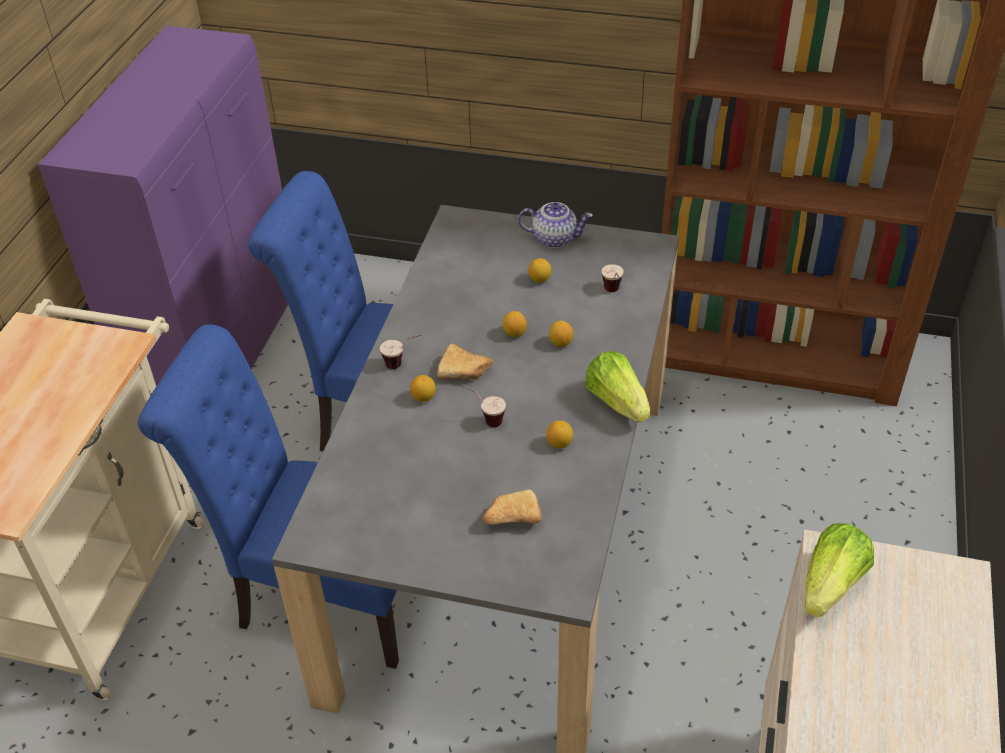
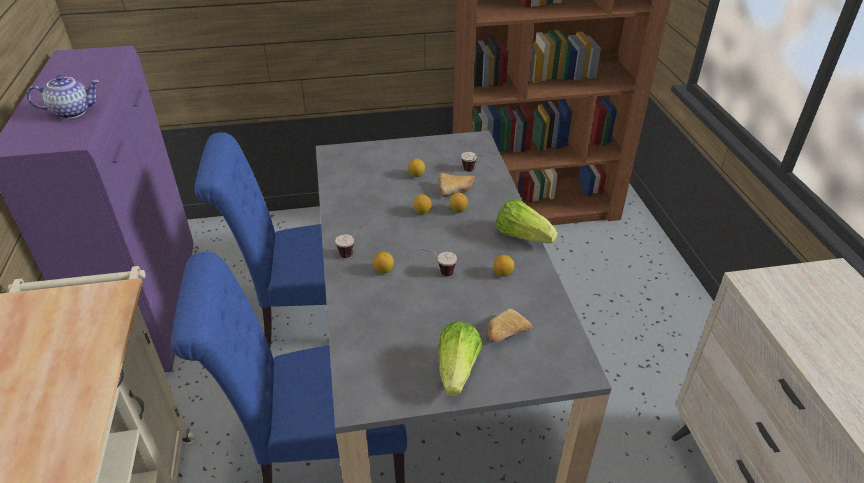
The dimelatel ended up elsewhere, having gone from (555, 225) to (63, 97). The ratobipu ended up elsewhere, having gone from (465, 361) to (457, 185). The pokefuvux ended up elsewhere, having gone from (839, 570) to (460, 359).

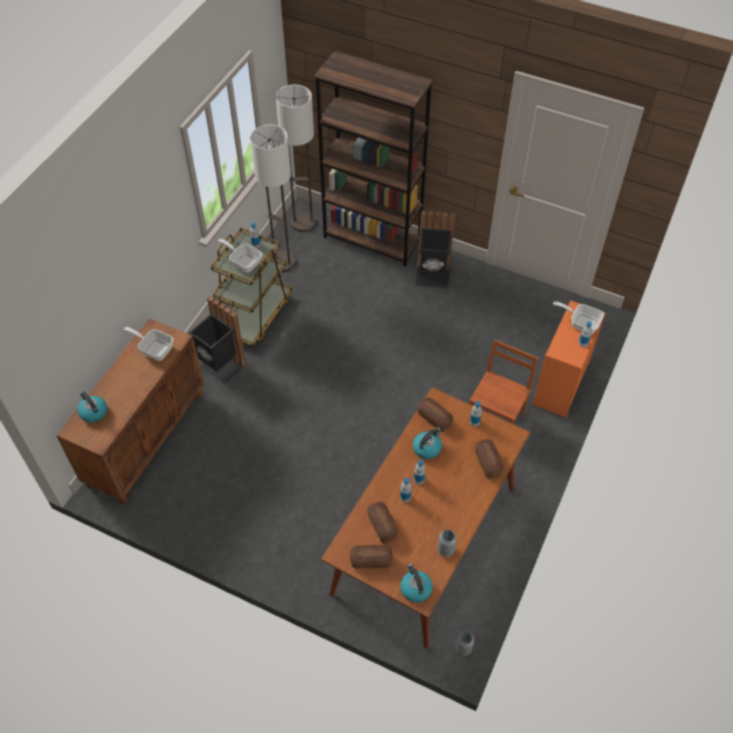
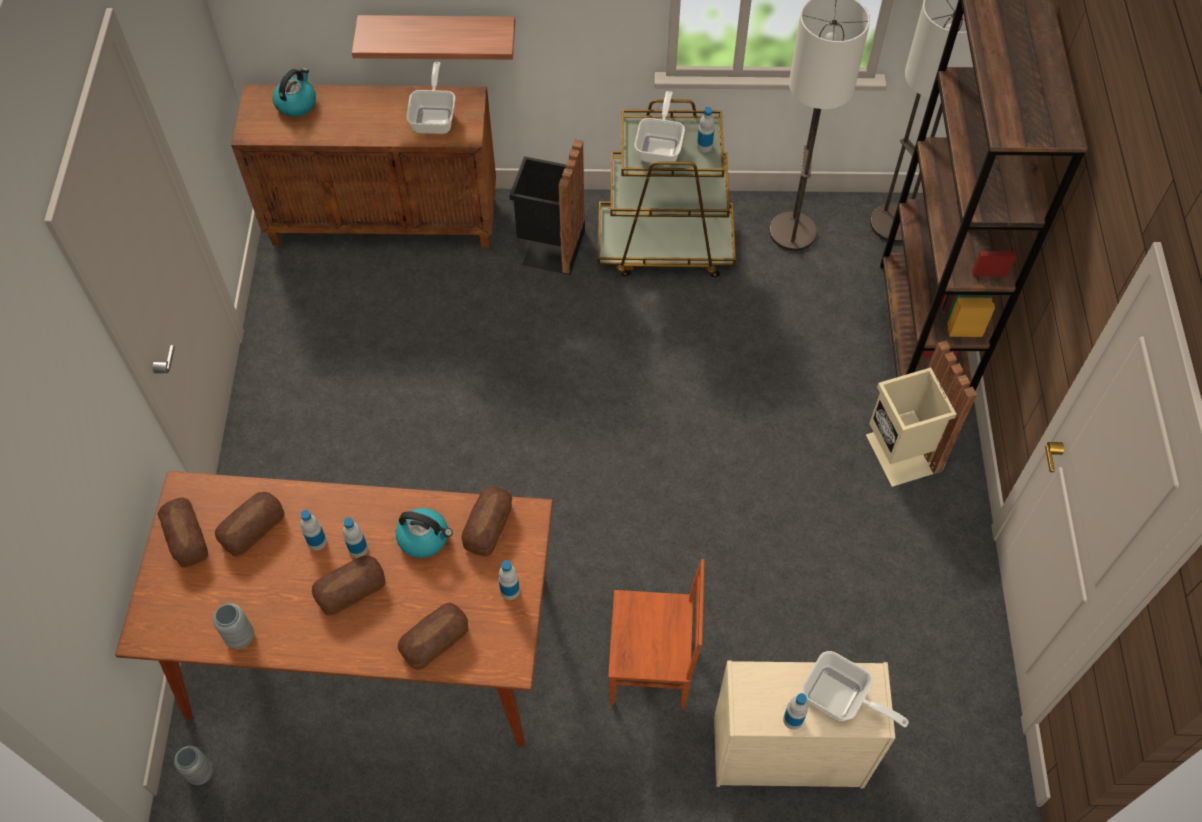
What was the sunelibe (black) at (435, 249) turned into the sunelibe (beige) at (921, 413). What was the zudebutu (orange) at (569, 358) turned into the zudebutu (beige) at (804, 724). The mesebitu at (578, 317) ended up facing another way, 120 degrees clockwise from before. The second view lost the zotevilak at (416, 582). The second view gained the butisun at (433, 37). The second view gained the ratobipu at (348, 586).

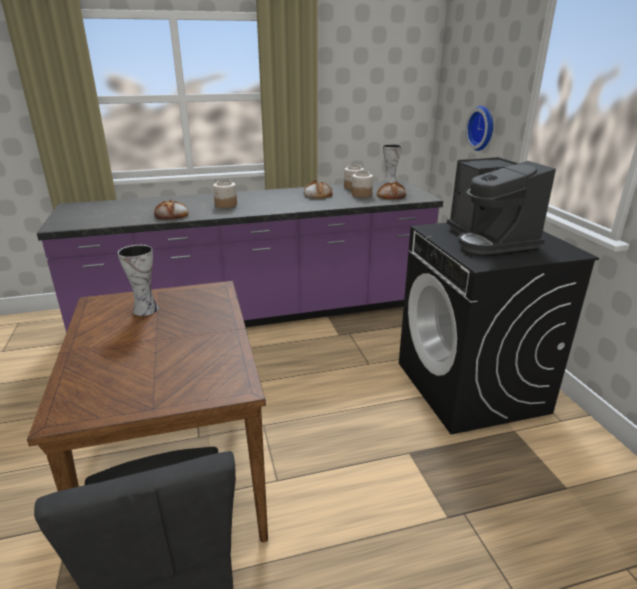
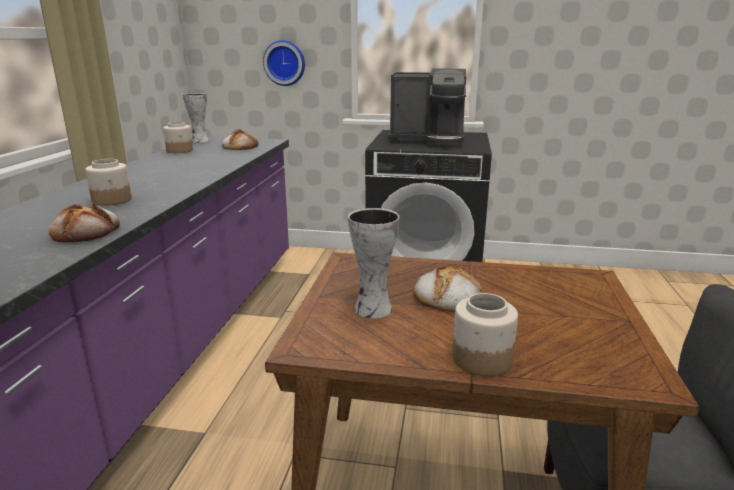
The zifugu ended up elsewhere, having gone from (362, 184) to (485, 334). The ratobipu ended up elsewhere, having gone from (318, 189) to (448, 289).

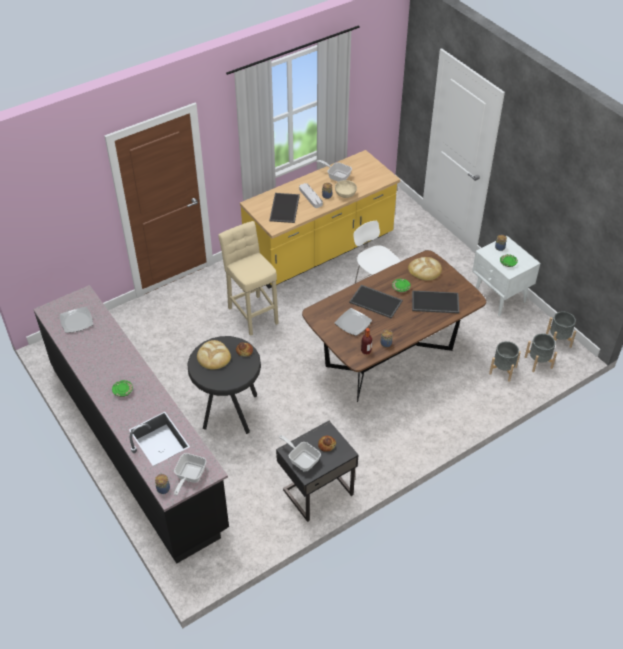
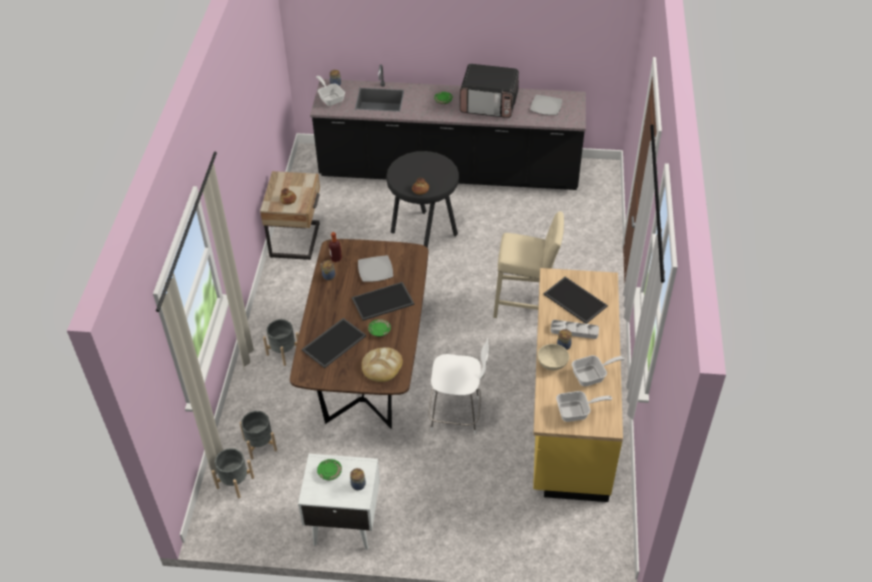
The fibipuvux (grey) ended up elsewhere, having gone from (561, 329) to (281, 342). The second view lost the ratobipu at (214, 355). What was the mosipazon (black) at (317, 471) turned into the mosipazon (beige) at (290, 215). The mesebitu ended up elsewhere, having gone from (300, 453) to (584, 406). The second view gained the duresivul at (489, 91).

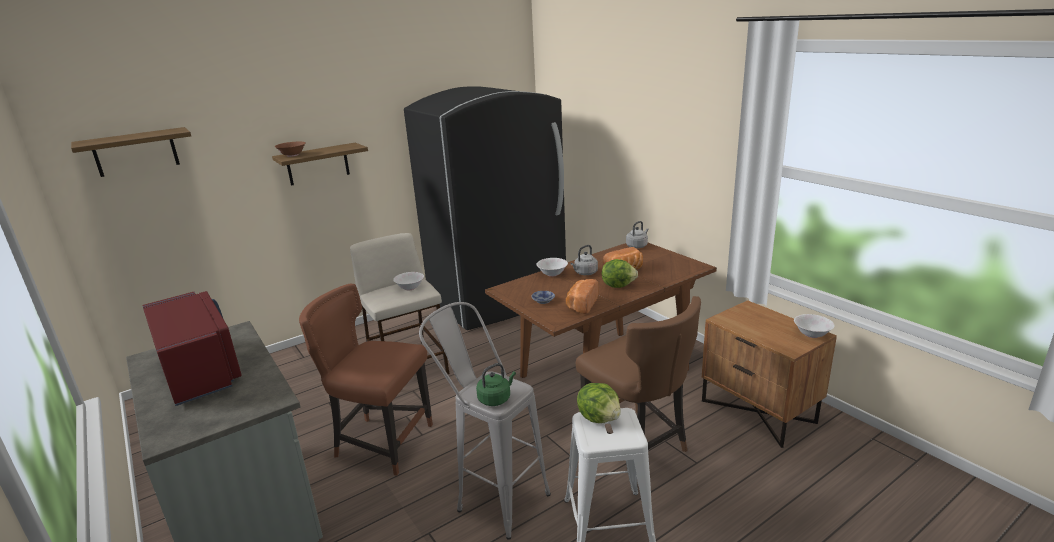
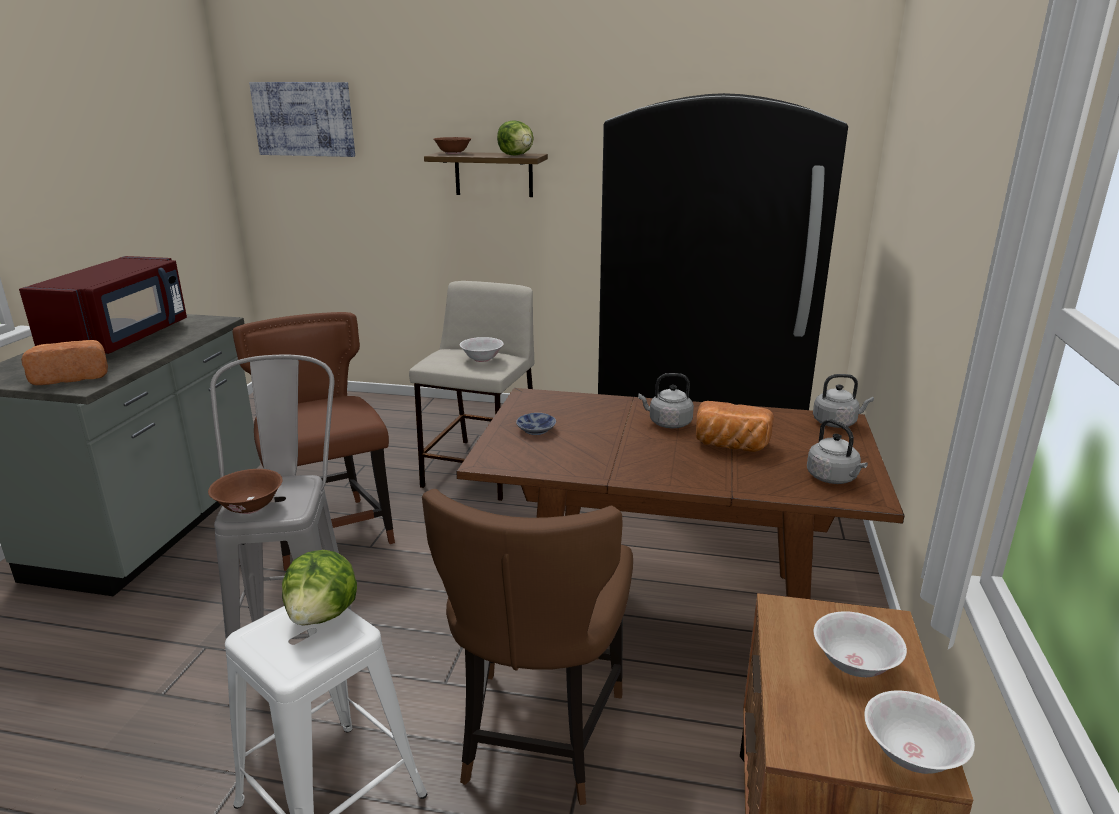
Where the butisun hung at (131, 152), the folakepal came to hang at (302, 119). The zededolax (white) ended up elsewhere, having gone from (552, 267) to (860, 644). The pokefuvux ended up elsewhere, having gone from (620, 273) to (515, 138). The ratobipu ended up elsewhere, having gone from (582, 296) to (64, 362). Where the zotevilak (green) stood at (496, 384), the zededolax (brown) came to stand at (245, 491). The second view gained the zotevilak (grey) at (837, 451).

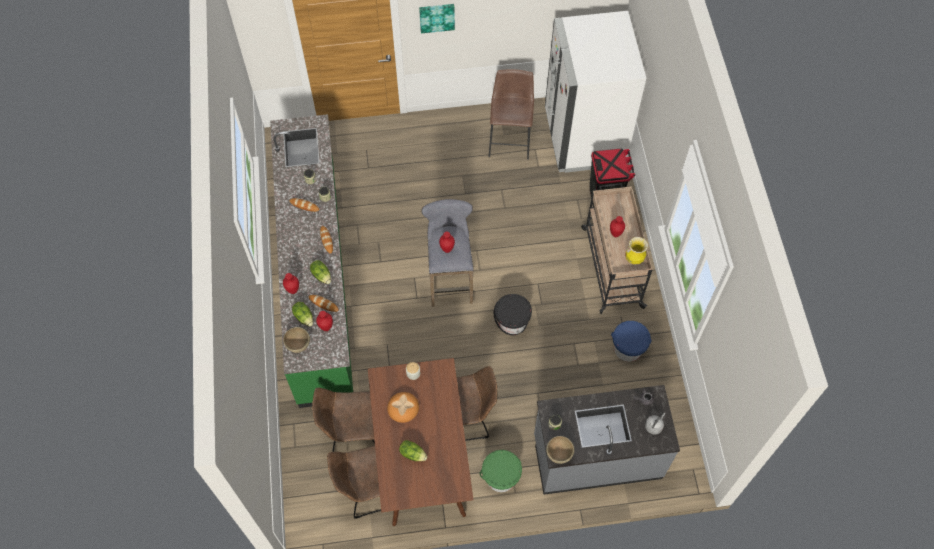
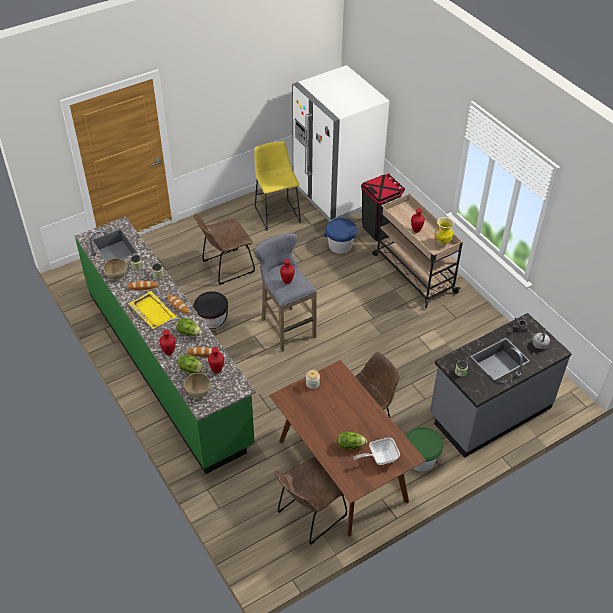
The second view lost the folakepal at (437, 19). What was the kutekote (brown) at (511, 114) turned into the kutekote (yellow) at (277, 186). The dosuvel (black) ended up elsewhere, having gone from (513, 314) to (210, 310). The dosuvel (blue) ended up elsewhere, having gone from (631, 341) to (340, 236). The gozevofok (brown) ended up elsewhere, having gone from (343, 420) to (224, 249). The second view lost the ratobipu at (403, 407). The zededolax (brown) ended up elsewhere, having gone from (560, 450) to (115, 269). The second view gained the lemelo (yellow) at (152, 310). The second view gained the mesebitu at (376, 451).

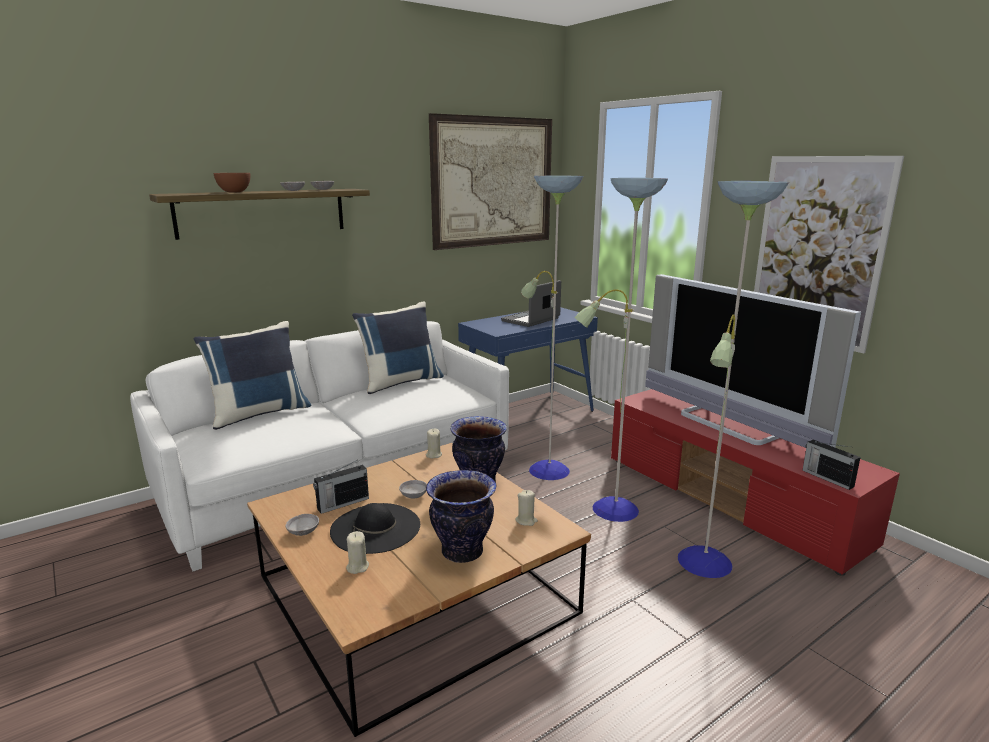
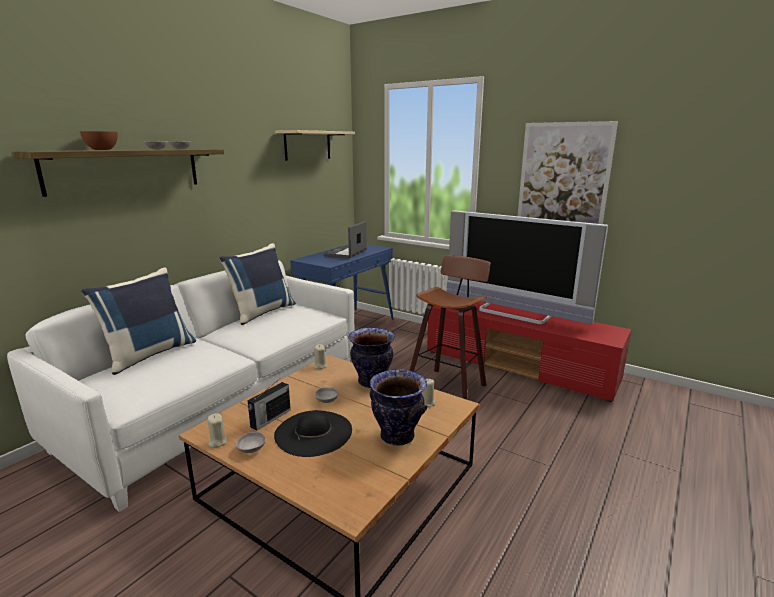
Where the folakepal hung at (490, 181), the butisun (beige) came to hang at (315, 145). Where the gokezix stood at (655, 377), the kutekote came to stand at (450, 327). The second view lost the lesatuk at (831, 465). The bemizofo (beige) ended up elsewhere, having gone from (357, 552) to (217, 430).

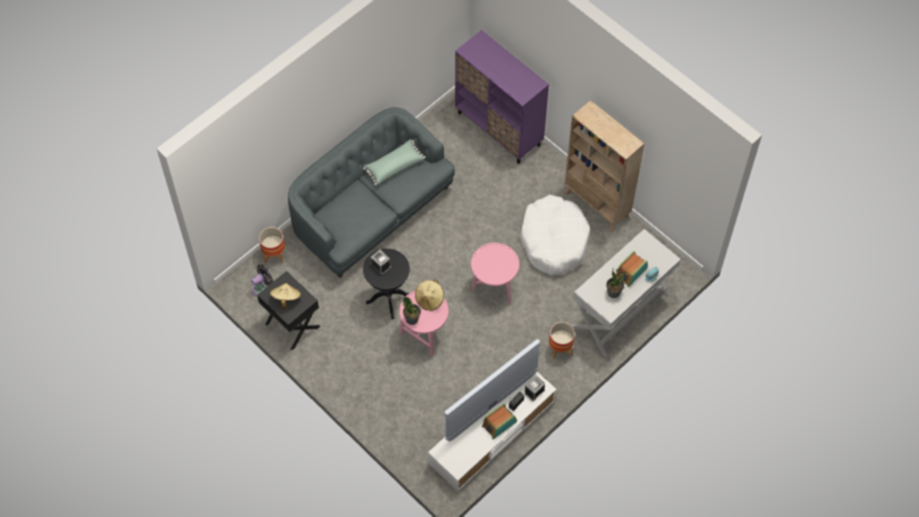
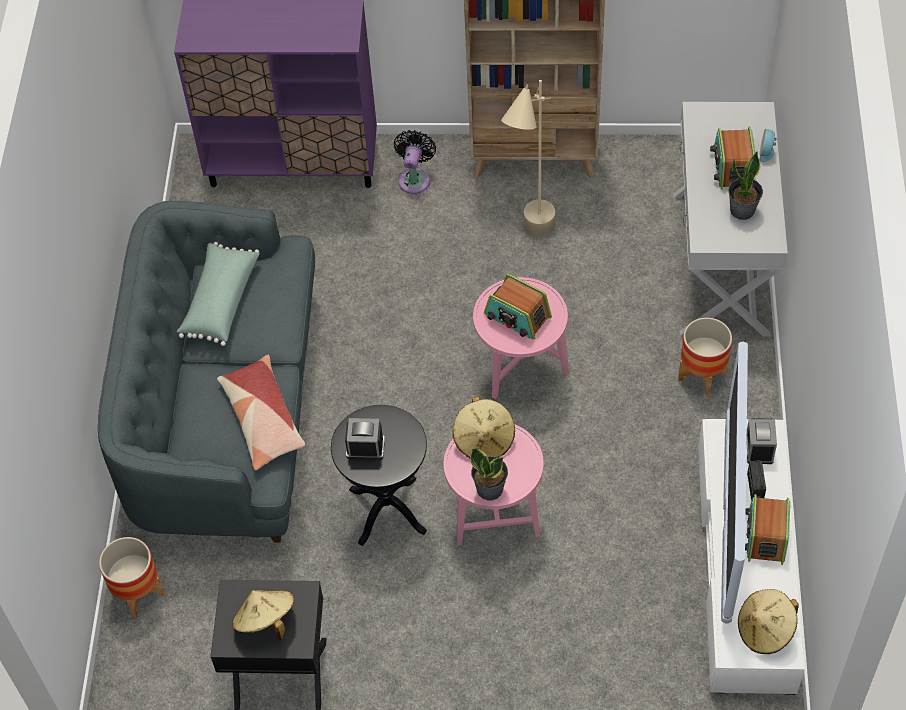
Where the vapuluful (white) stood at (555, 235), the gokezix (beige) came to stand at (528, 159). The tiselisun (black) ended up elsewhere, having gone from (262, 280) to (415, 162). The second view gained the lesatuk at (518, 307). The second view gained the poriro at (261, 412). The second view gained the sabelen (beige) at (768, 621).

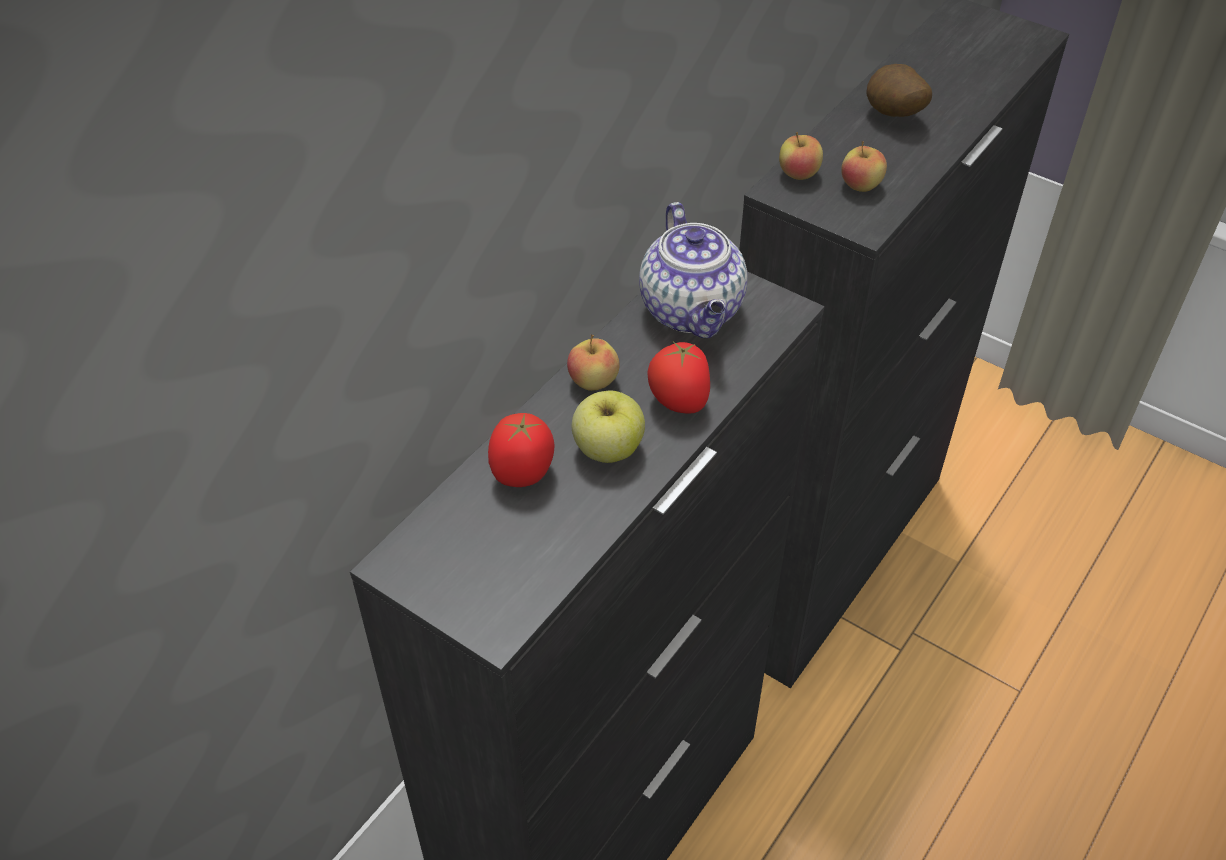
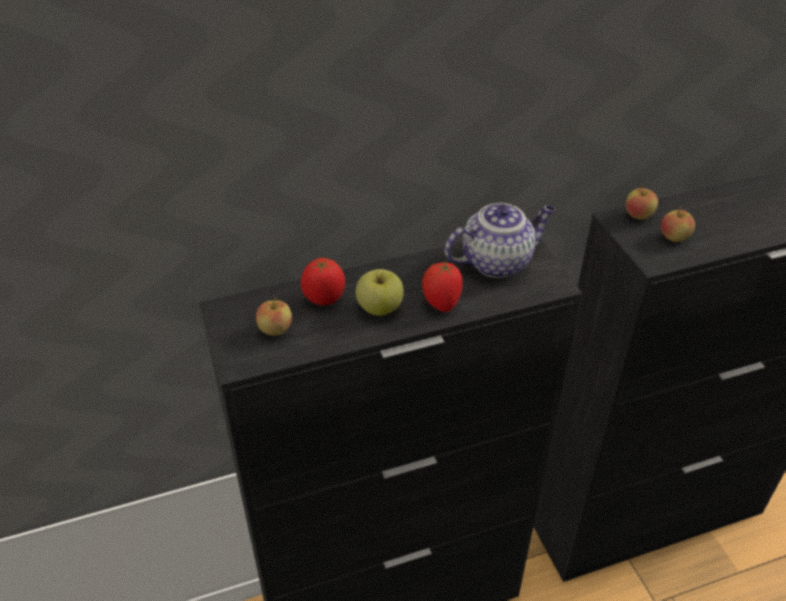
The second view lost the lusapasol at (899, 90). The dimelatel at (693, 270) ended up facing another way, 135 degrees counterclockwise from before. The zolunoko ended up elsewhere, having gone from (593, 362) to (274, 316).

